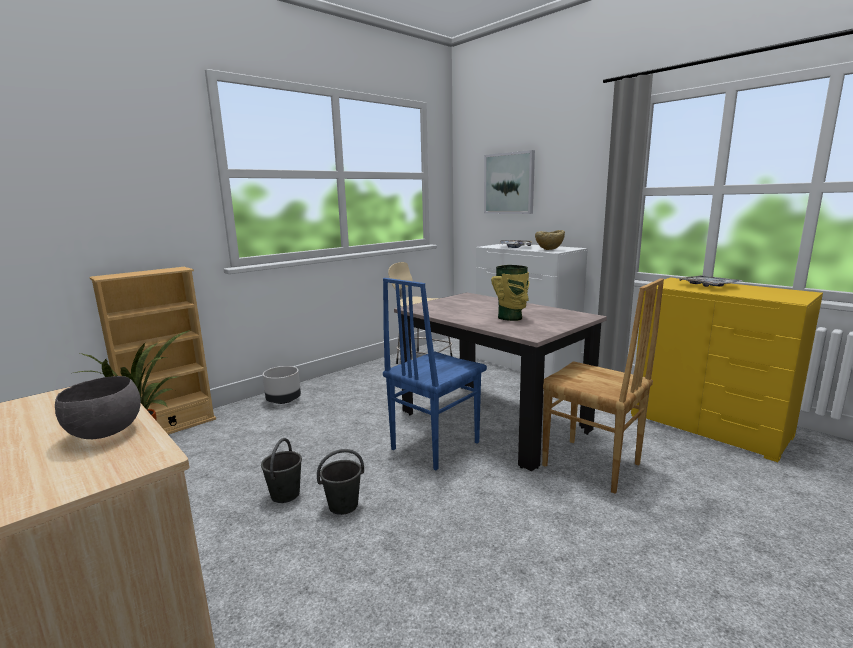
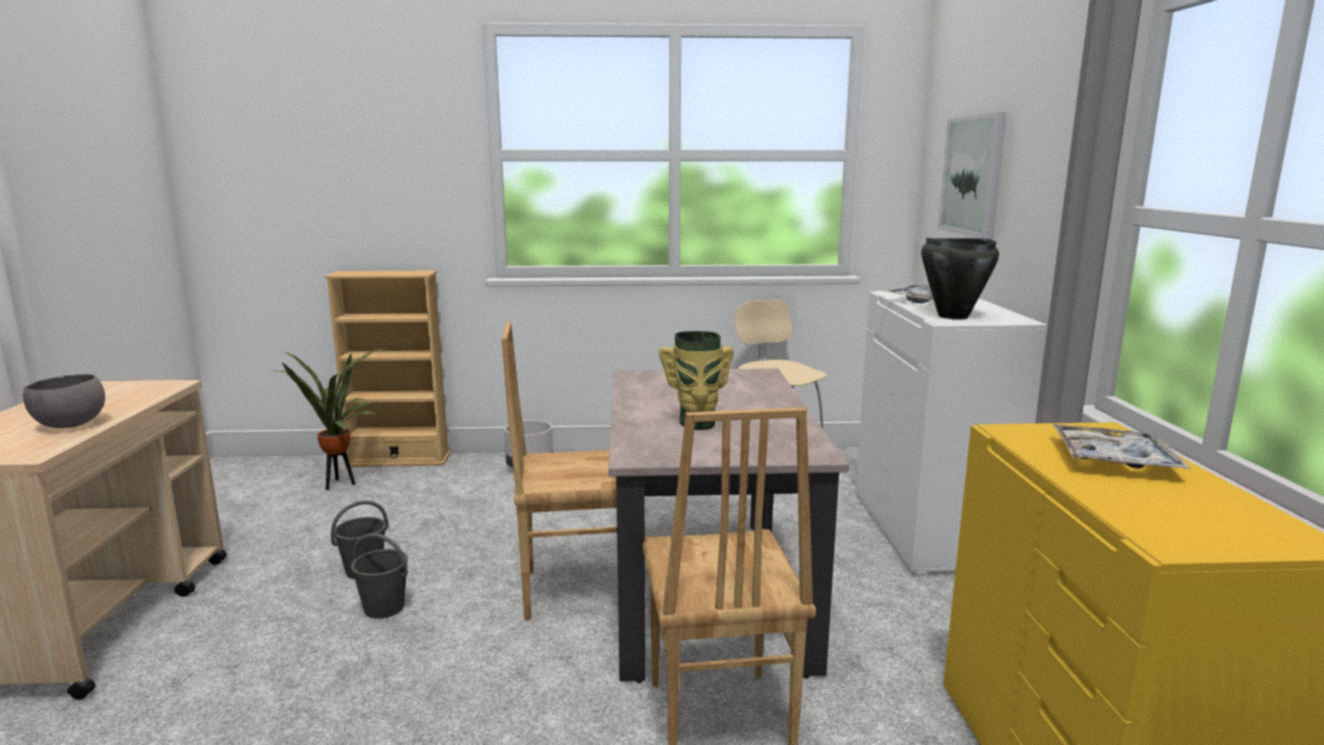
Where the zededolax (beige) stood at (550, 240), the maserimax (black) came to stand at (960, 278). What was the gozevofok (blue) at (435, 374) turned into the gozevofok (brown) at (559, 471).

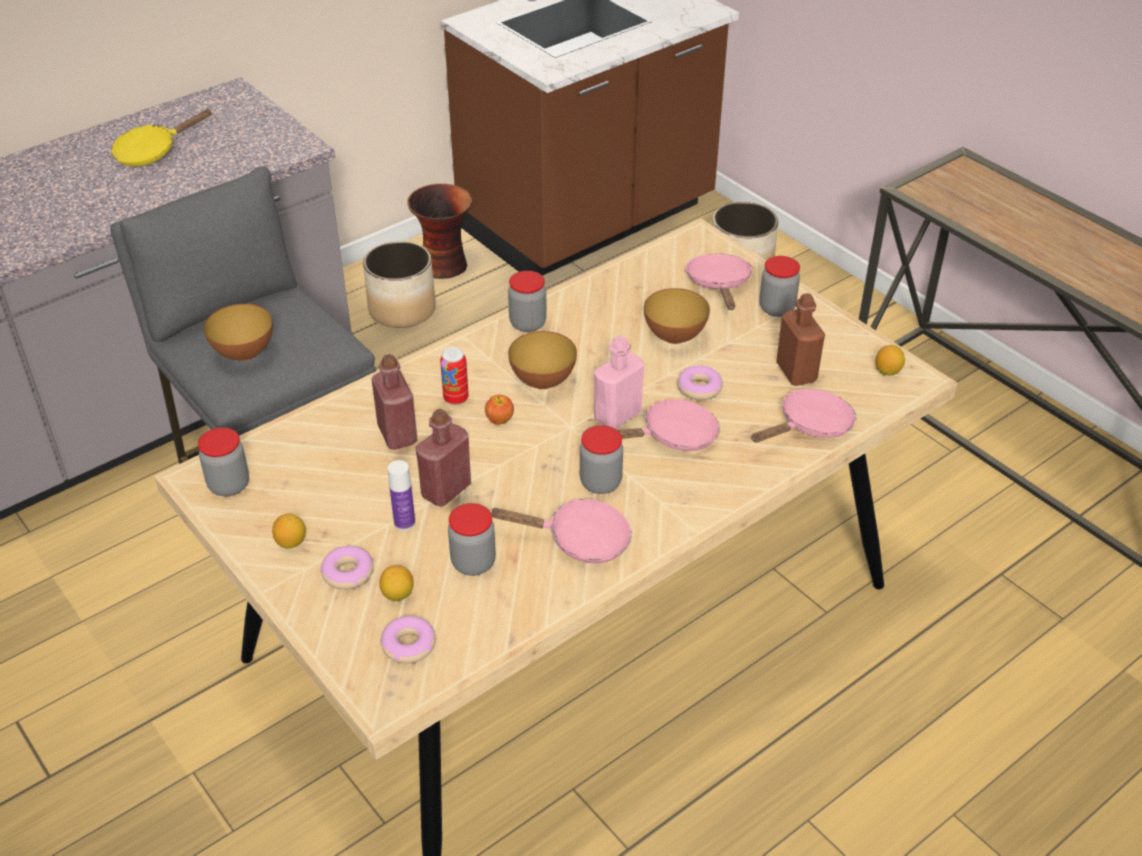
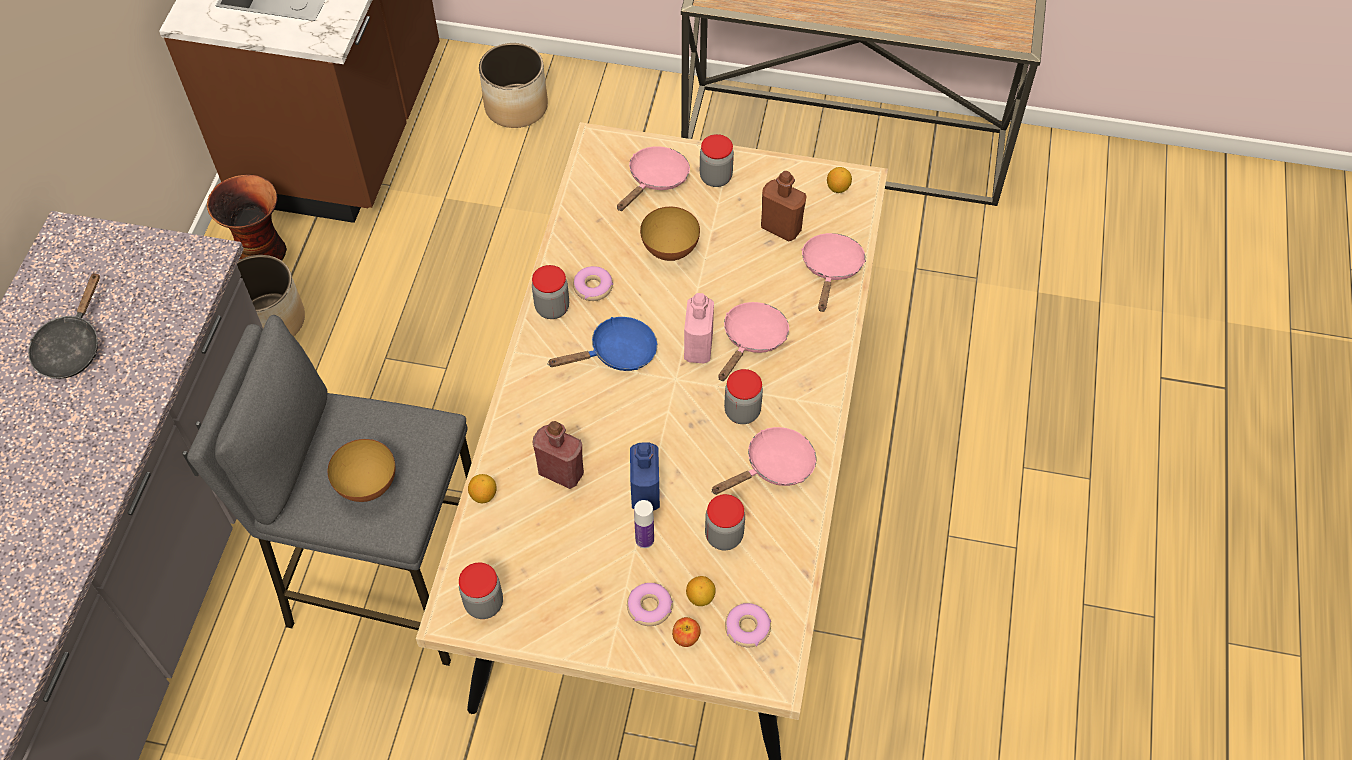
What was the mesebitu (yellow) at (161, 137) turned into the mesebitu (black) at (64, 325). The mesebitu (pink) at (719, 282) ended up facing another way, 75 degrees clockwise from before. Where the zededolax stood at (542, 360), the mesebitu (blue) came to stand at (602, 344). The second view lost the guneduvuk at (454, 376). The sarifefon ended up elsewhere, having gone from (700, 383) to (593, 283). The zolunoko ended up elsewhere, having gone from (499, 409) to (686, 632). What was the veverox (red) at (443, 457) turned into the veverox (blue) at (645, 476). The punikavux ended up elsewhere, having gone from (289, 531) to (482, 488).

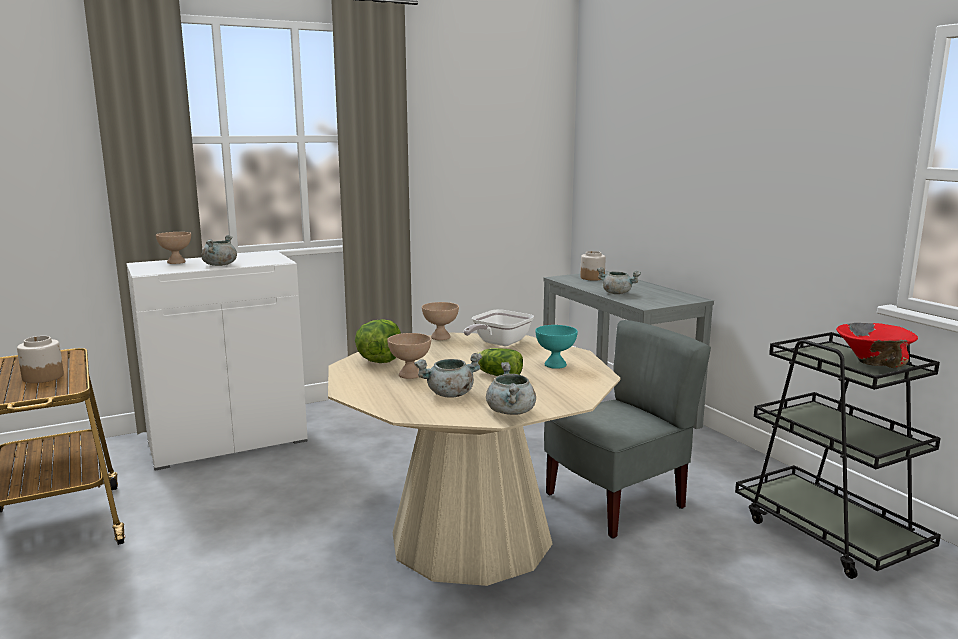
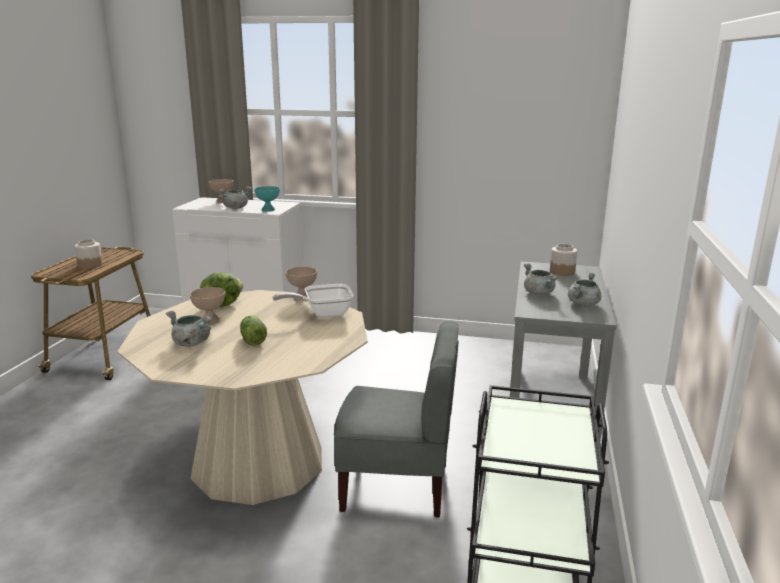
The second view lost the zededolax (red) at (877, 345). The zededolax (turquoise) ended up elsewhere, having gone from (556, 347) to (267, 199). The maserimax (grey) ended up elsewhere, having gone from (511, 388) to (584, 289).

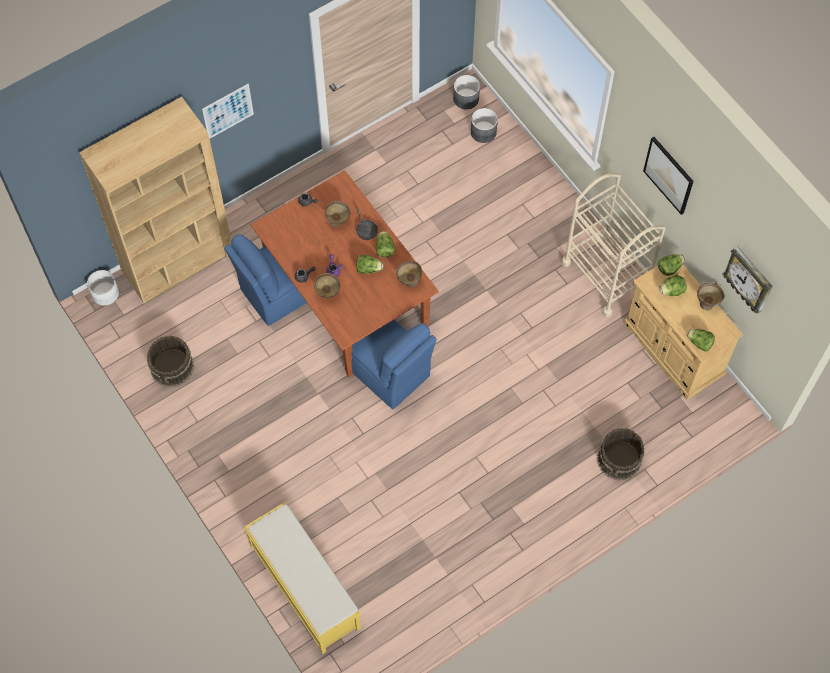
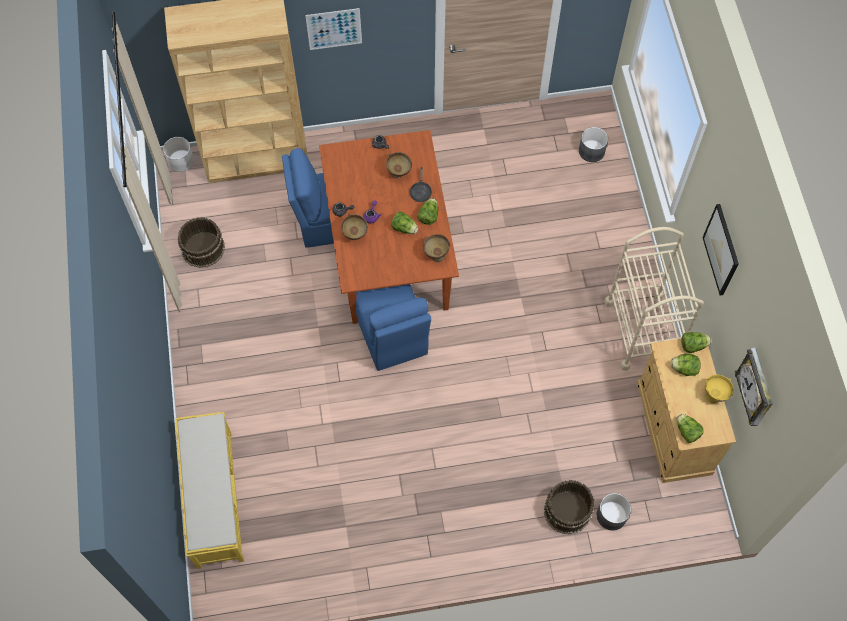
The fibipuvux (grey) ended up elsewhere, having gone from (466, 92) to (614, 512). What was the zededolax (brown) at (710, 296) turned into the zededolax (yellow) at (719, 389).

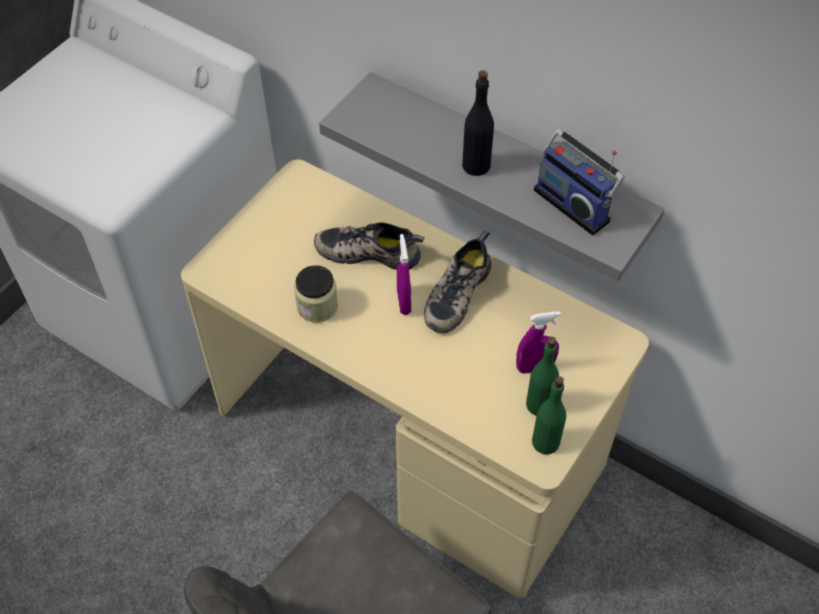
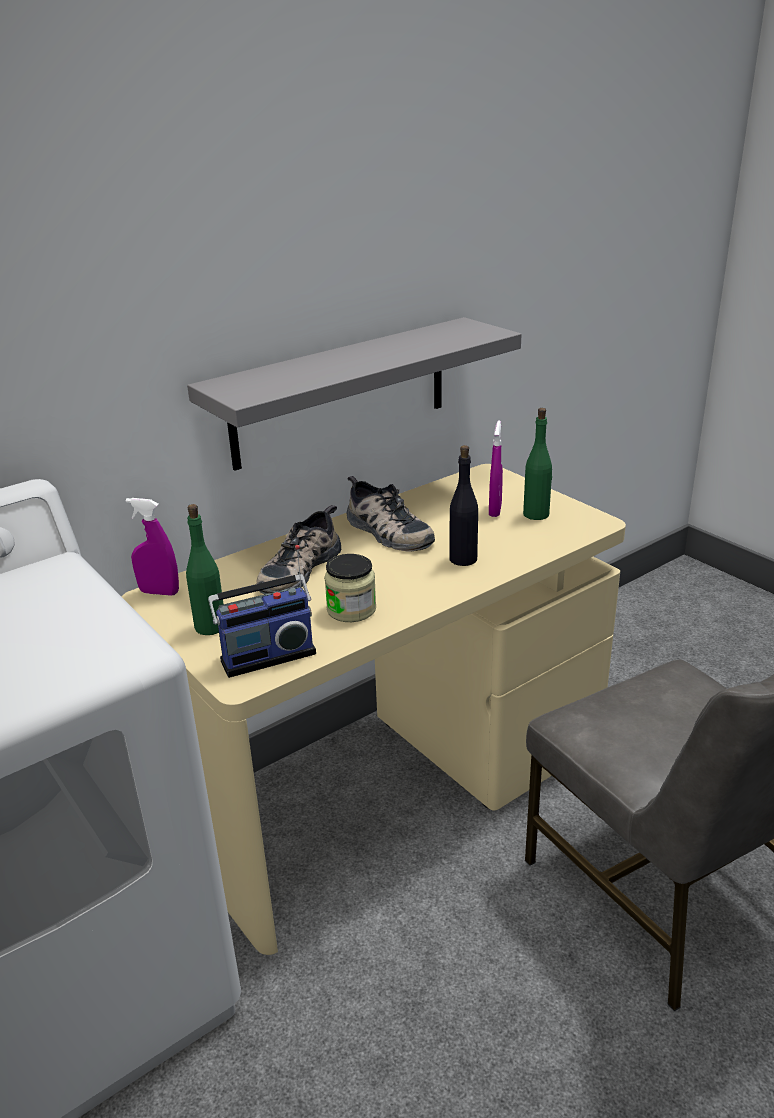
The veverox (black) ended up elsewhere, having gone from (478, 123) to (463, 505). The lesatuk ended up elsewhere, having gone from (579, 182) to (262, 611). The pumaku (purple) ended up elsewhere, having gone from (404, 274) to (152, 547). The veverox (green) ended up elsewhere, having gone from (549, 415) to (205, 569).

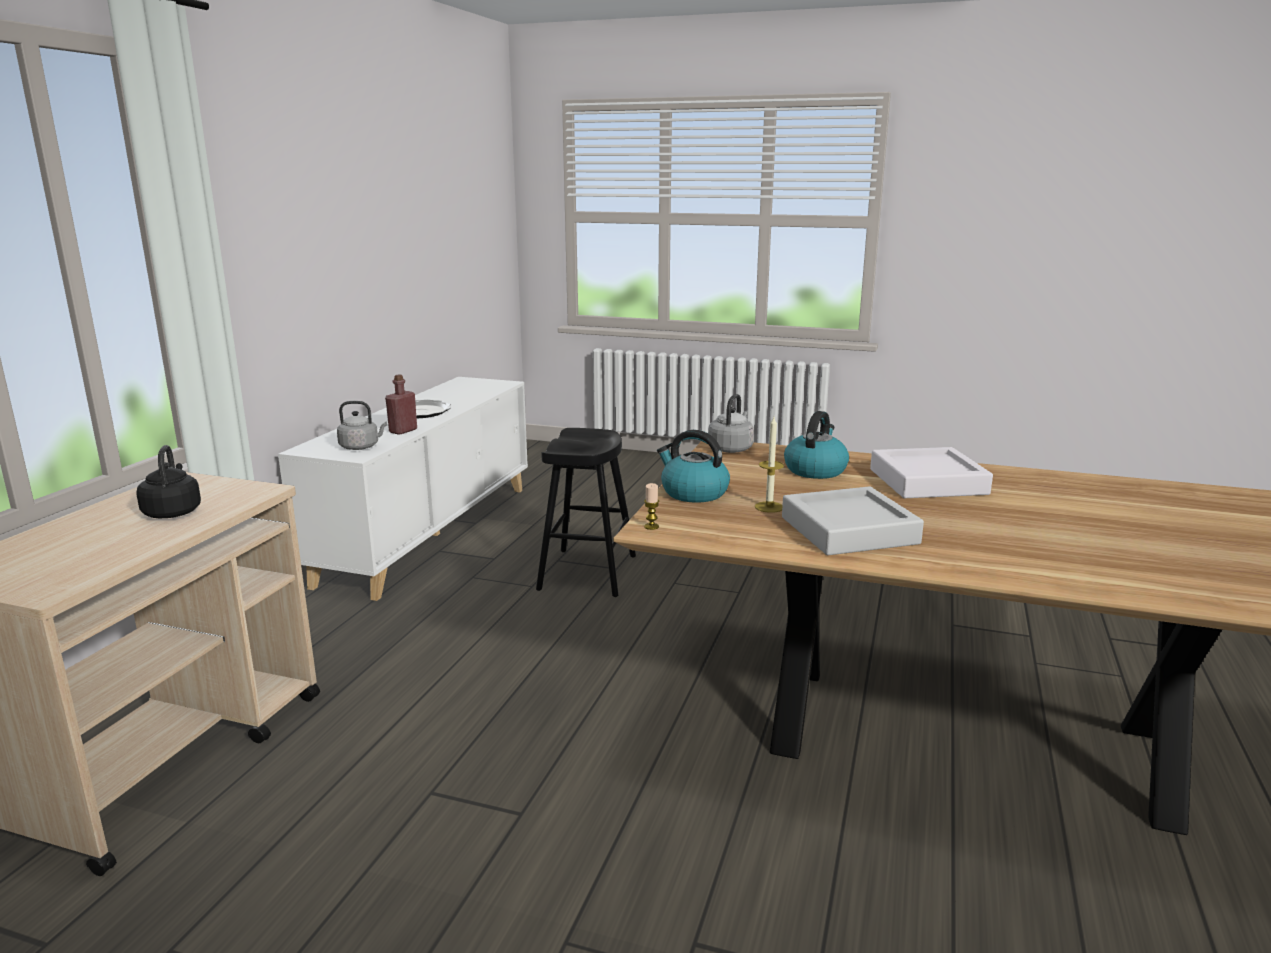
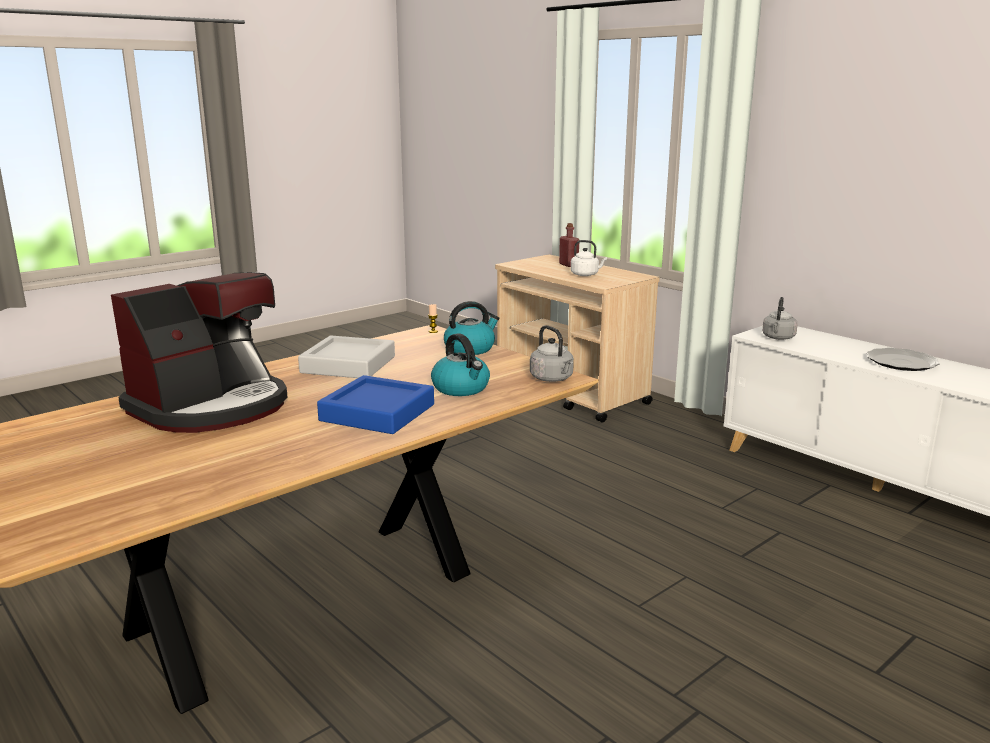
The veverox (red) ended up elsewhere, having gone from (401, 405) to (569, 245). The second view lost the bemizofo at (769, 465). The second view lost the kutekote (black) at (586, 512). What was the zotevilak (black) at (168, 481) turned into the zotevilak (white) at (589, 258). What was the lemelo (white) at (931, 472) turned into the lemelo (blue) at (375, 404). The second view gained the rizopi at (199, 352).

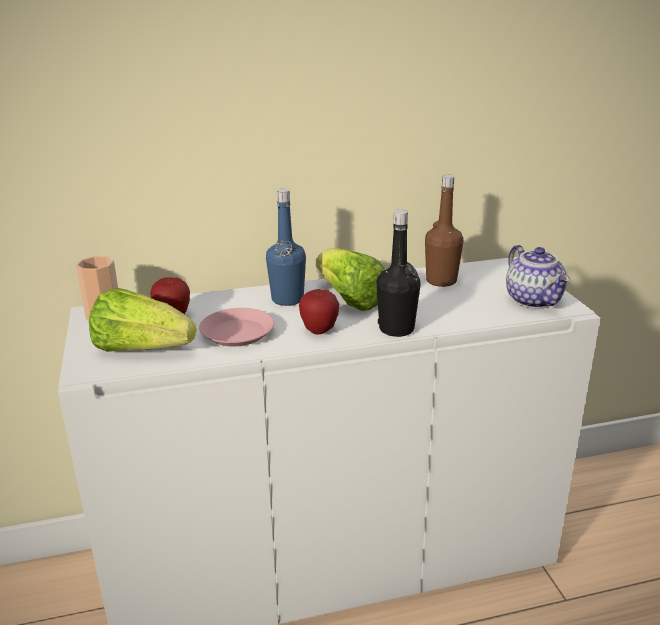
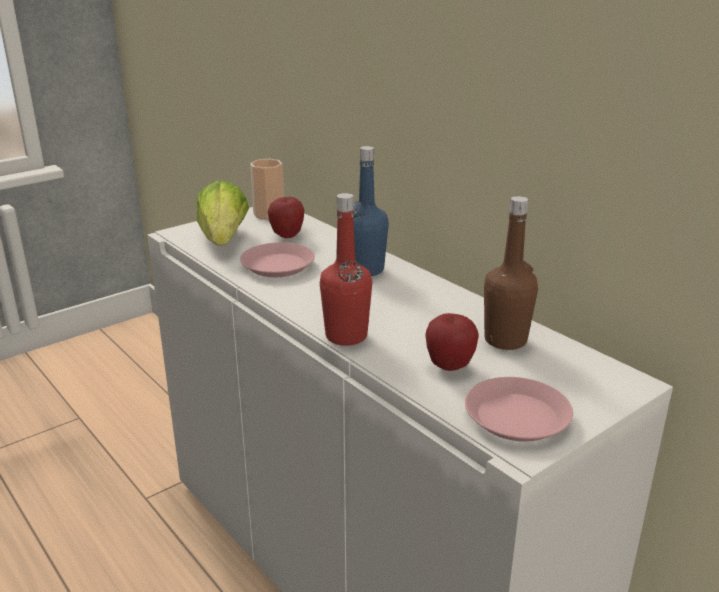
What was the veverox (black) at (398, 273) turned into the veverox (red) at (346, 269). Where the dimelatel stood at (538, 277), the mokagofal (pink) came to stand at (519, 409). The second view lost the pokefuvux at (350, 279). The zolunoko ended up elsewhere, having gone from (319, 311) to (452, 342).

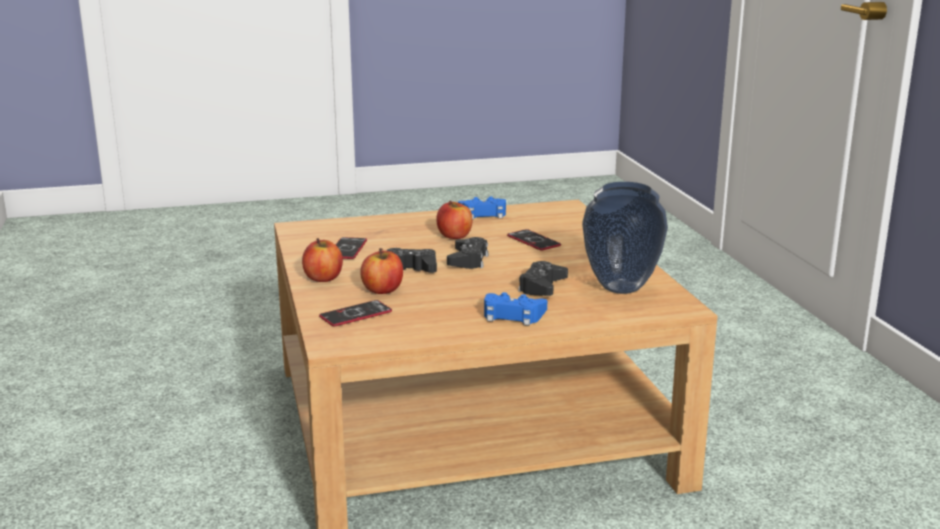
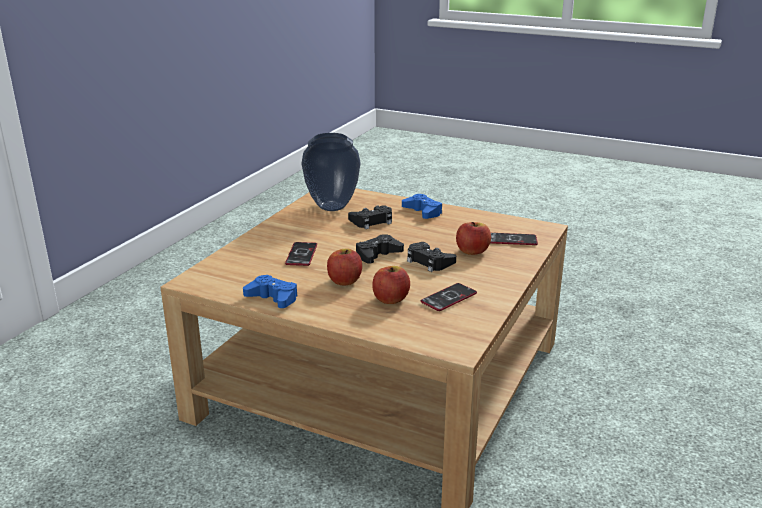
The zolunoko ended up elsewhere, having gone from (322, 260) to (391, 285).

